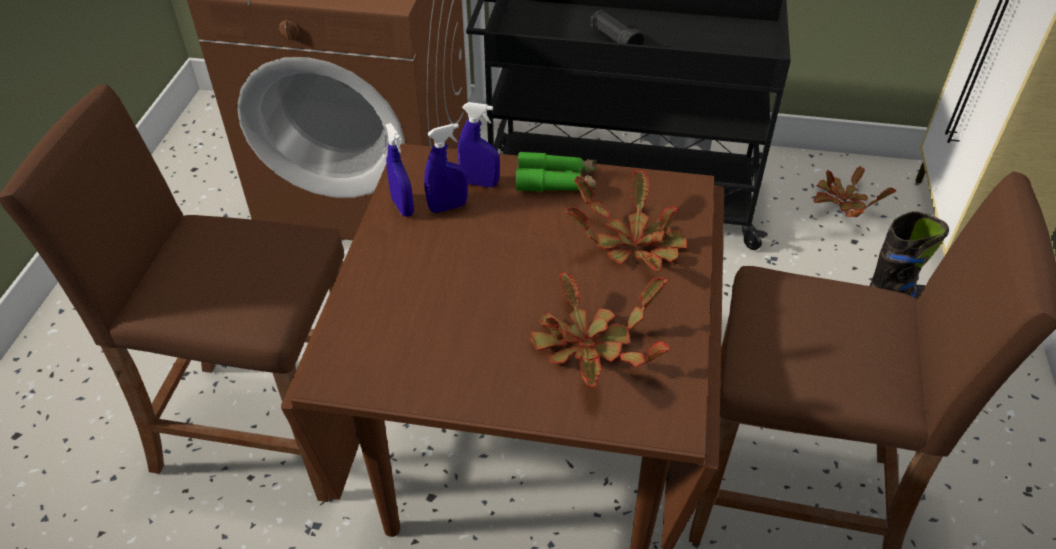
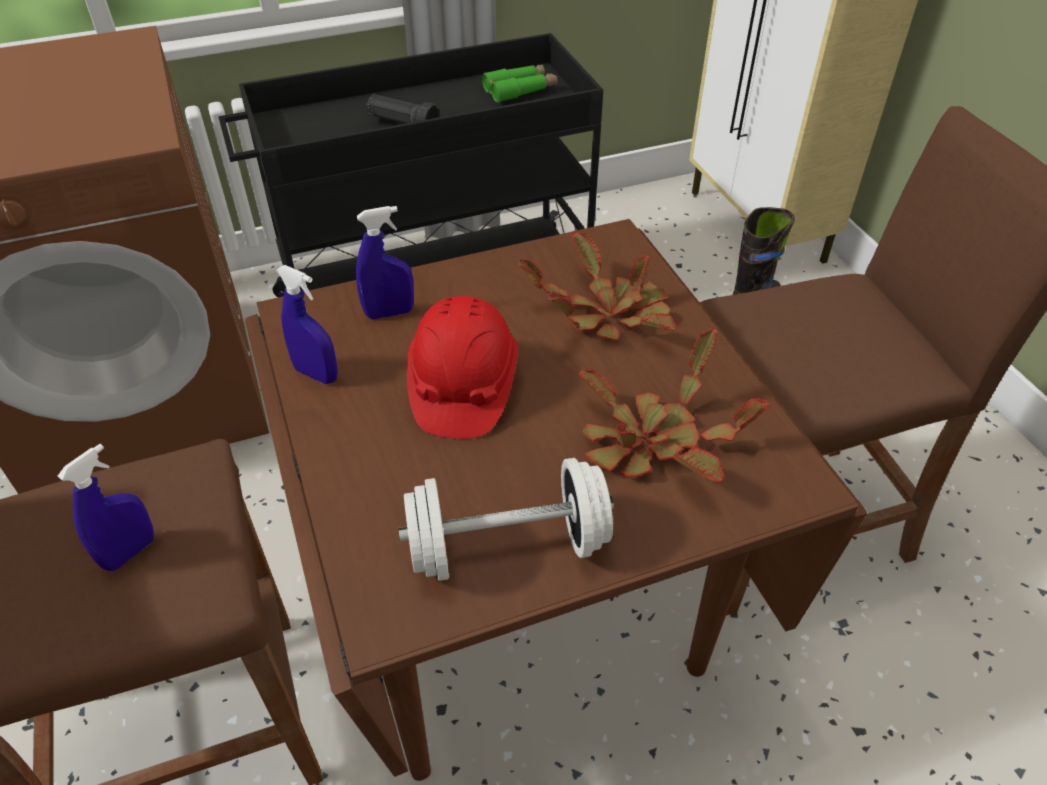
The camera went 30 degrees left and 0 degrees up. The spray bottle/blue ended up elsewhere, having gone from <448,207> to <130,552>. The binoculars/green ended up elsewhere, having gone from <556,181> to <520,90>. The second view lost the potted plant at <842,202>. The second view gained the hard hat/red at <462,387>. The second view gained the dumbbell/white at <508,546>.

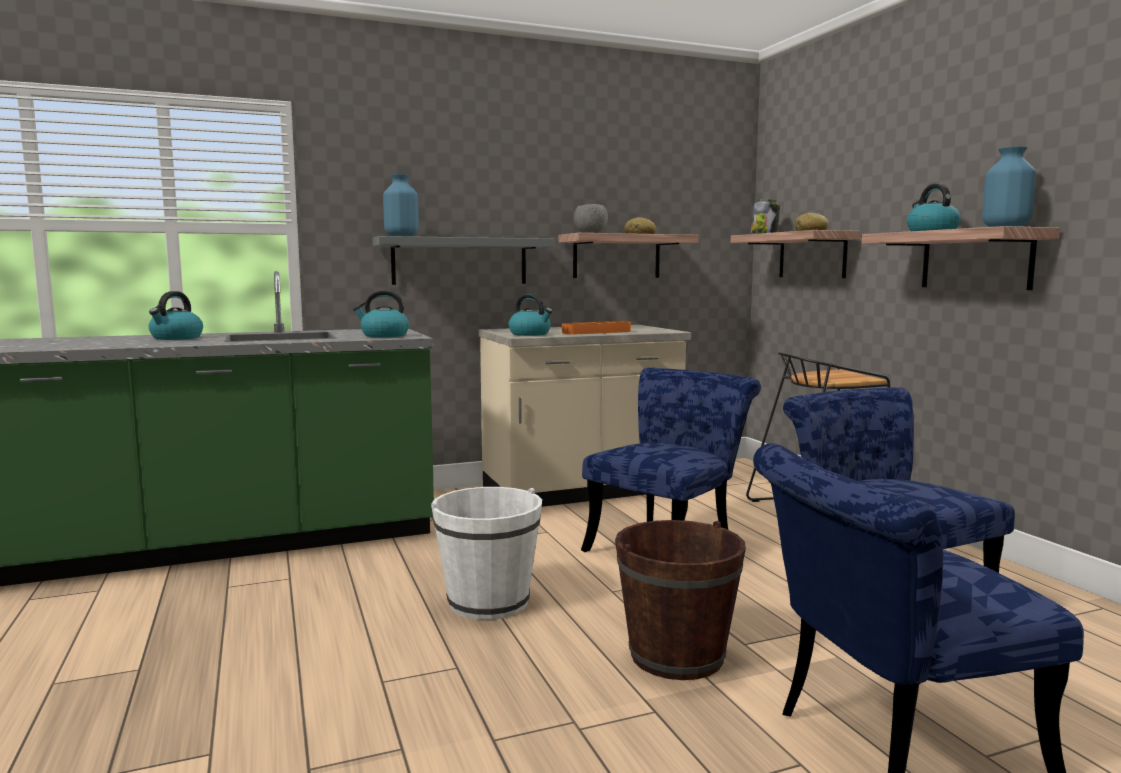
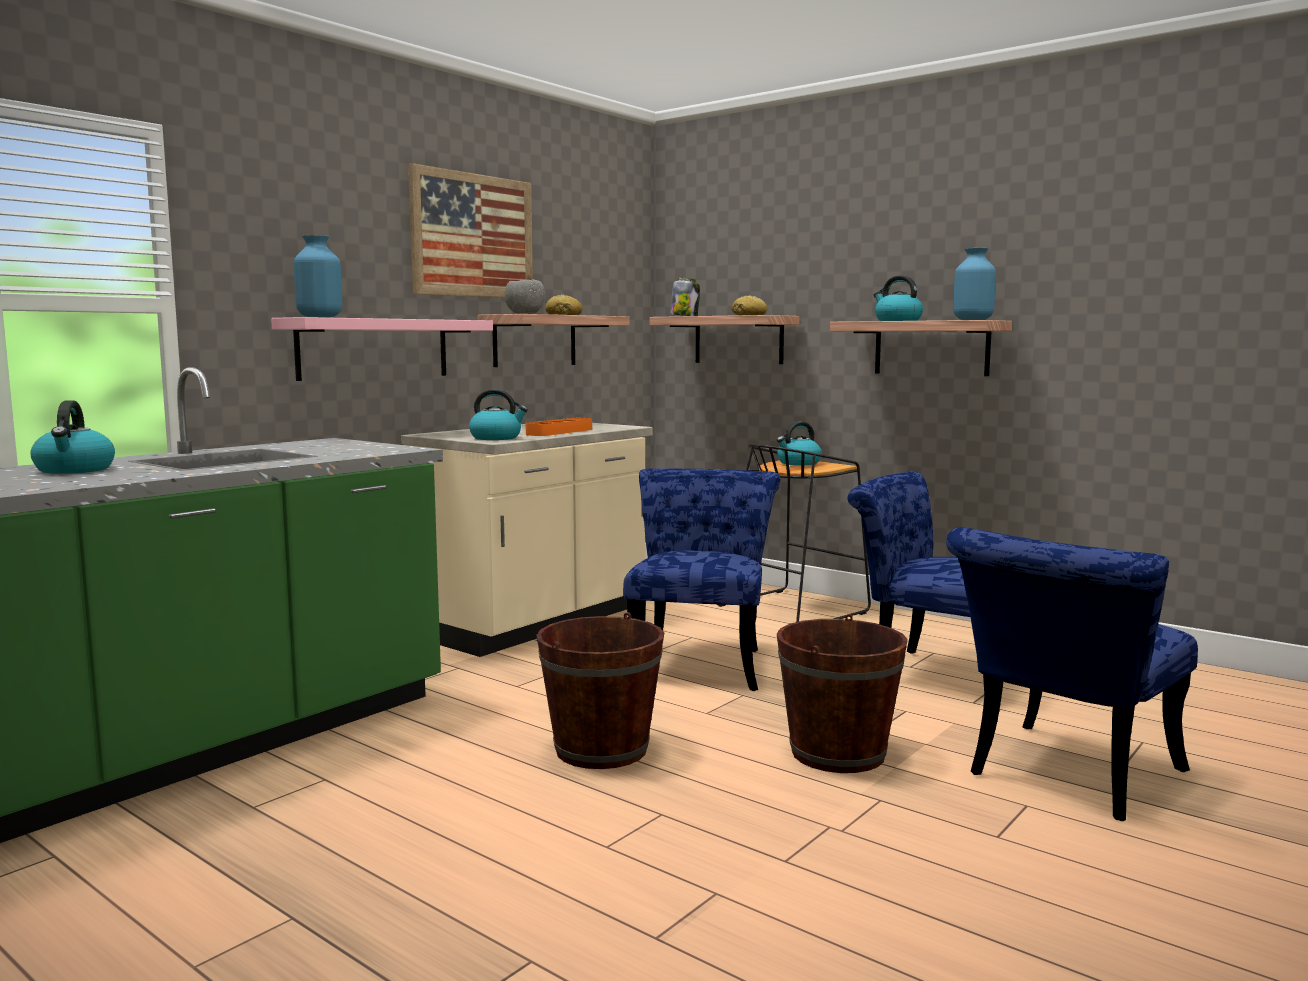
The camera went 30 degrees left and 0 degrees up. What was the shelf/grey at <460,261> turned into the shelf/pink at <374,348>. The kettle ended up elsewhere, having gone from <384,335> to <798,463>. What was the bucket/white at <488,602> turned into the bucket/brown at <601,749>. The second view gained the picture at <472,235>.

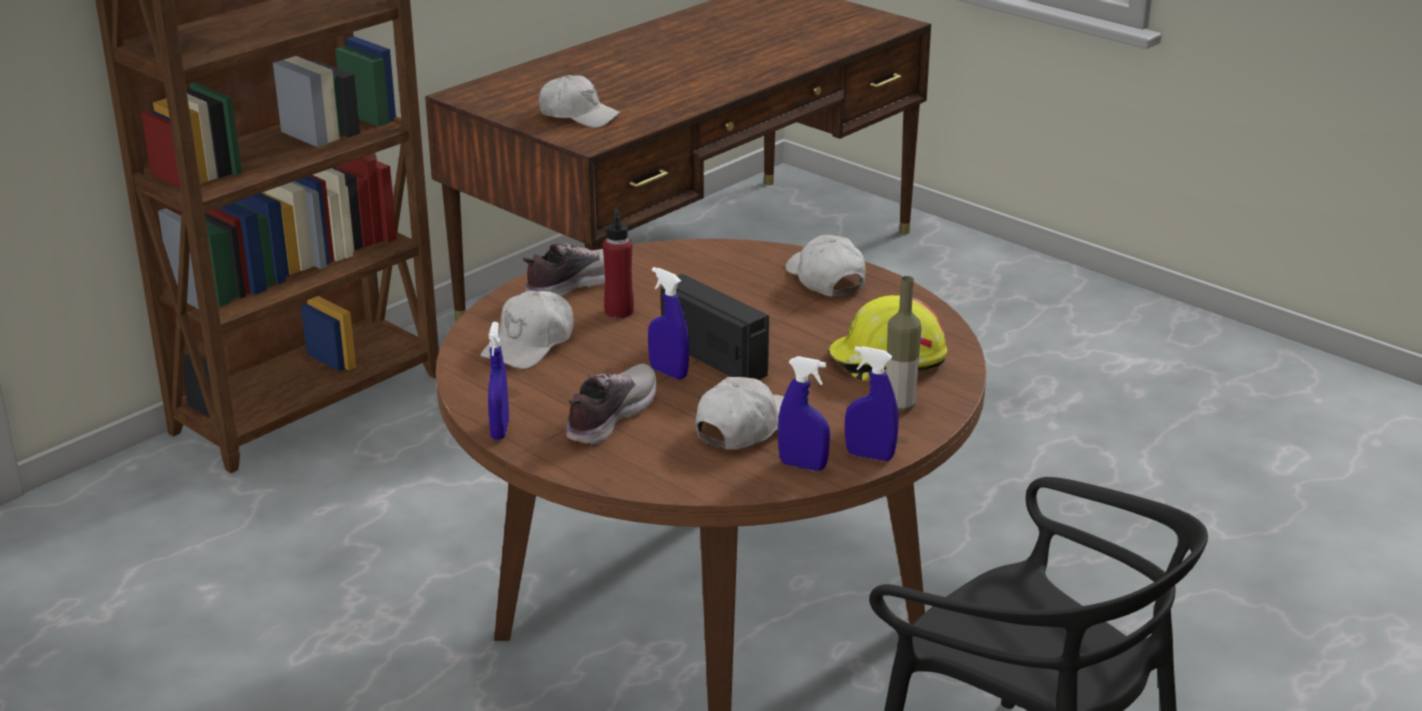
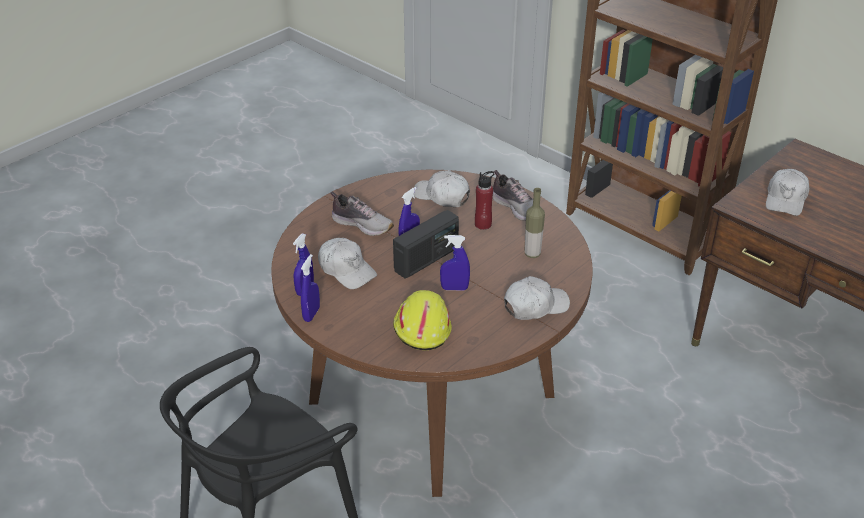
The camera went 90 degrees right and 10 degrees up. The bottle ended up elsewhere, having gone from <899,406> to <532,254>. The spray bottle/blue ended up elsewhere, having gone from <500,430> to <454,288>.

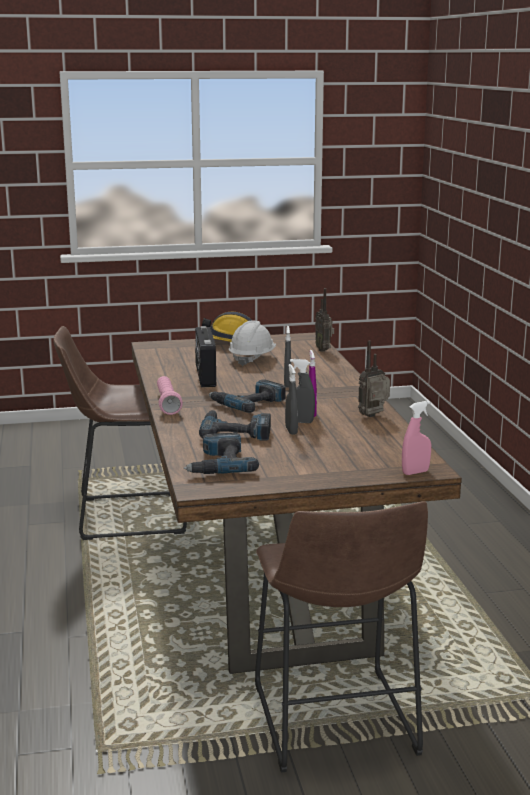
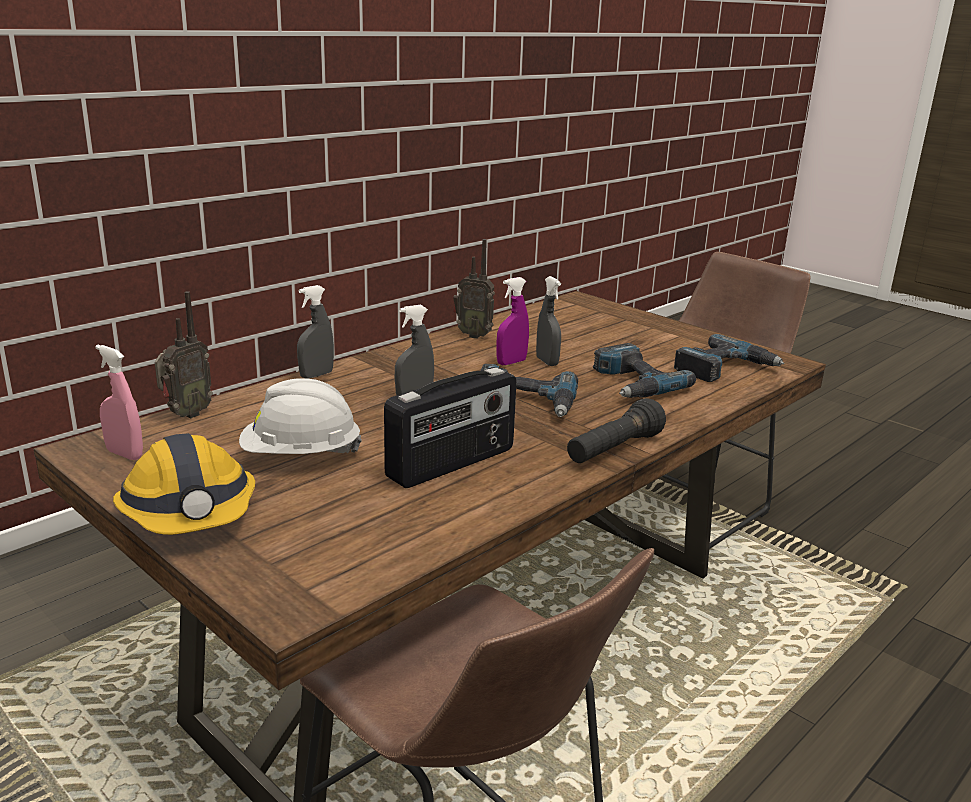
The camera went 125 degrees left and 5 degrees up. The spray bottle/grey ended up elsewhere, having gone from <291,431> to <316,375>. What was the flashlight/pink at <167,404> turned into the flashlight/black at <614,450>. The spray bottle/pink ended up elsewhere, having gone from <415,472> to <124,454>.

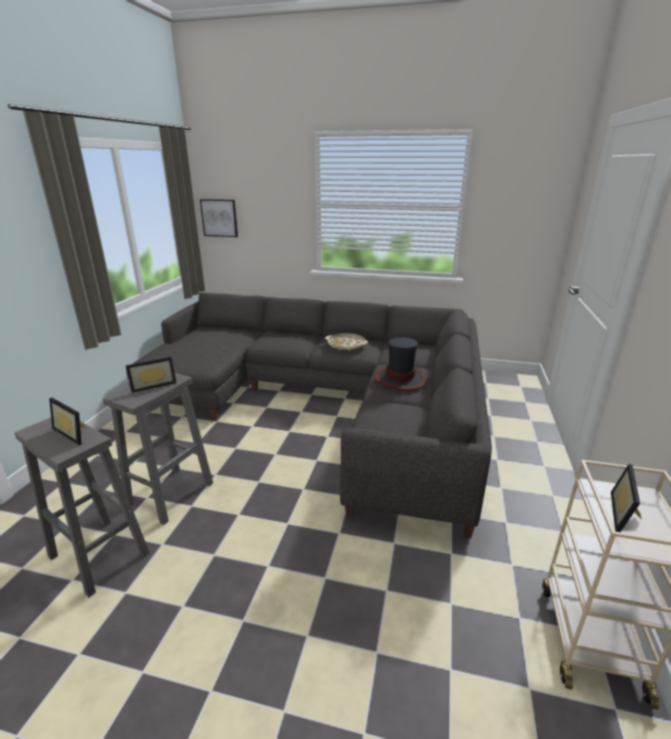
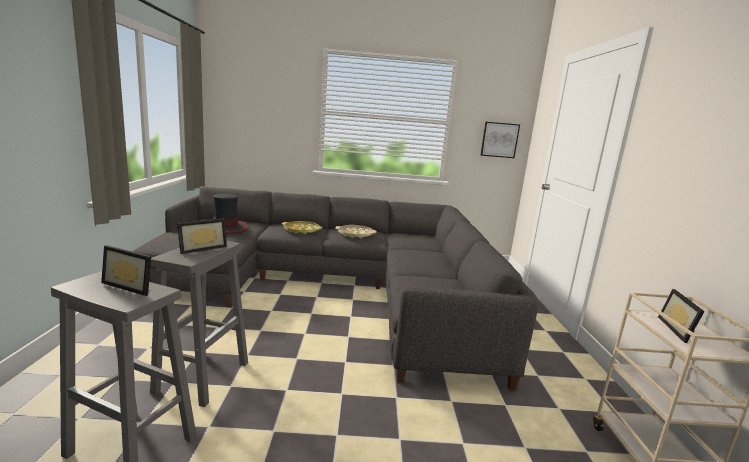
The camera went 15 degrees left and 10 degrees down. The picture ended up elsewhere, having gone from <219,218> to <499,140>. The hat ended up elsewhere, having gone from <400,379> to <226,228>. The second view gained the tray/yellow at <301,230>.

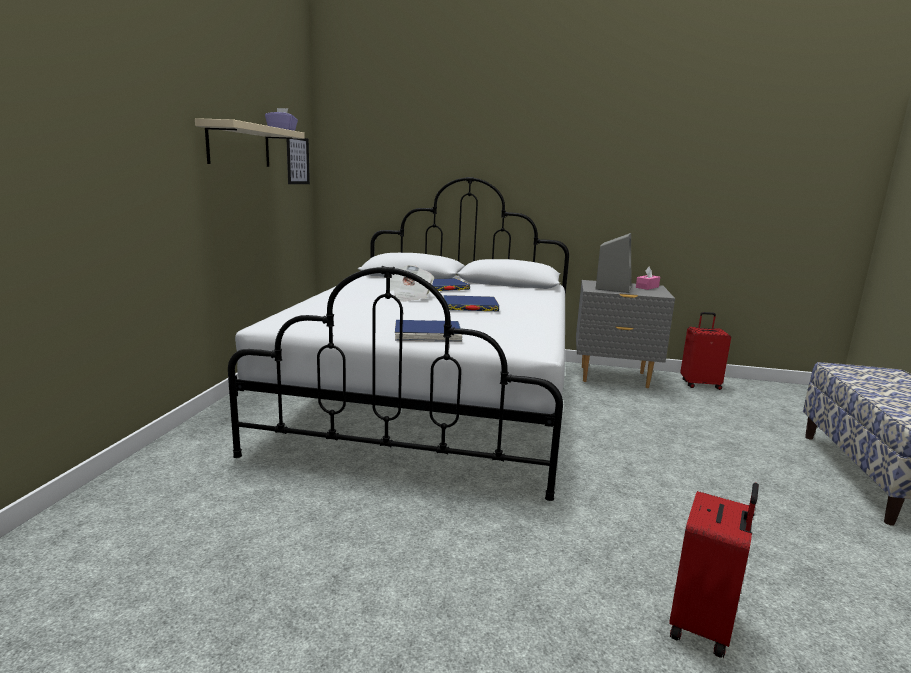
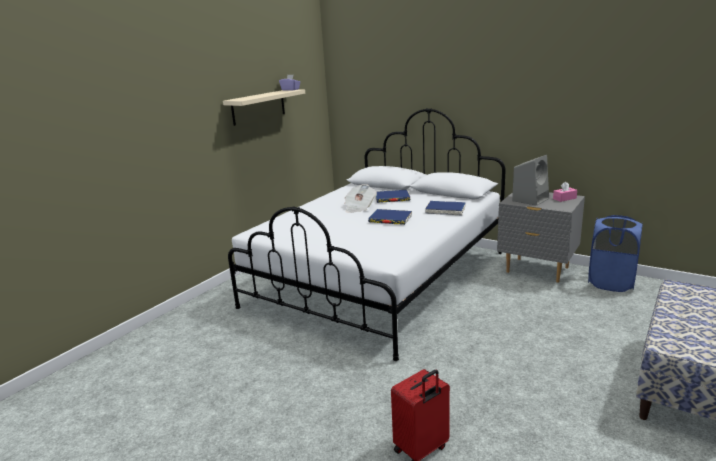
The camera went 25 degrees right and 5 degrees up. The second view lost the picture at <297,160>. Where the suitcase/red stood at <700,384>, the laundry basket/blue came to stand at <611,282>. The book/blue ended up elsewhere, having gone from <427,334> to <445,210>.

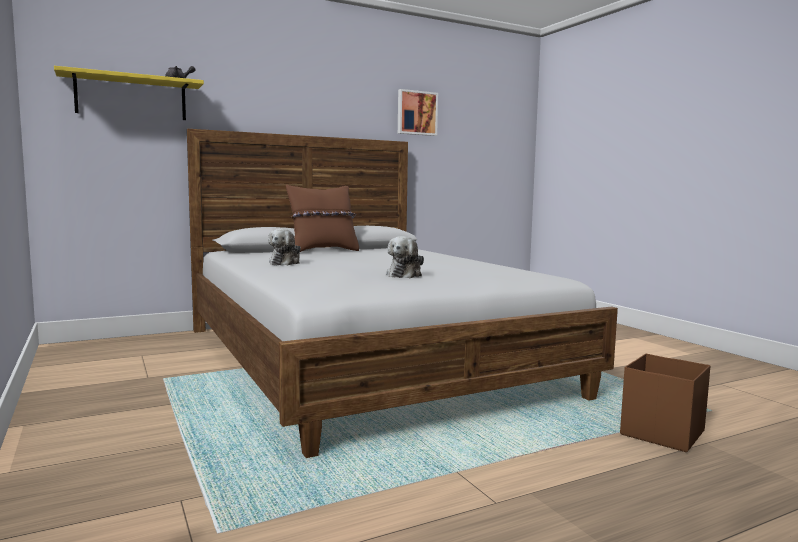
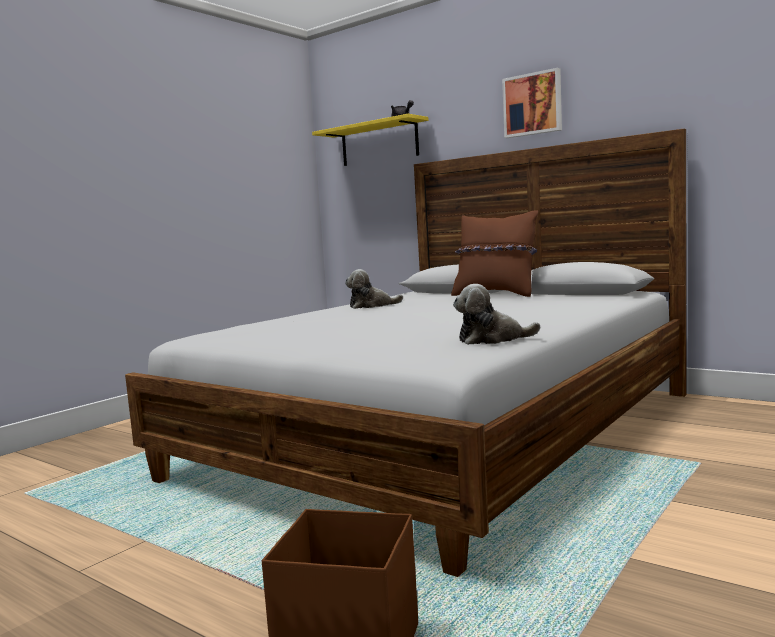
The camera went 65 degrees right and 0 degrees up. The picture ended up elsewhere, having gone from <416,113> to <533,104>. The plush toy ended up elsewhere, having gone from <405,275> to <492,339>.

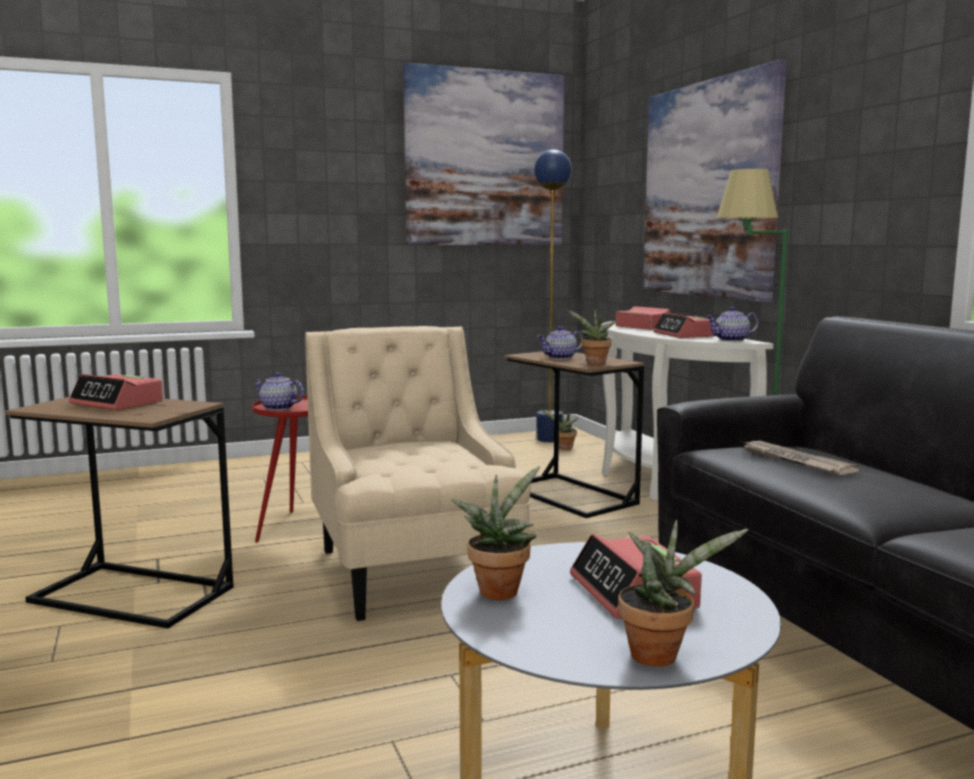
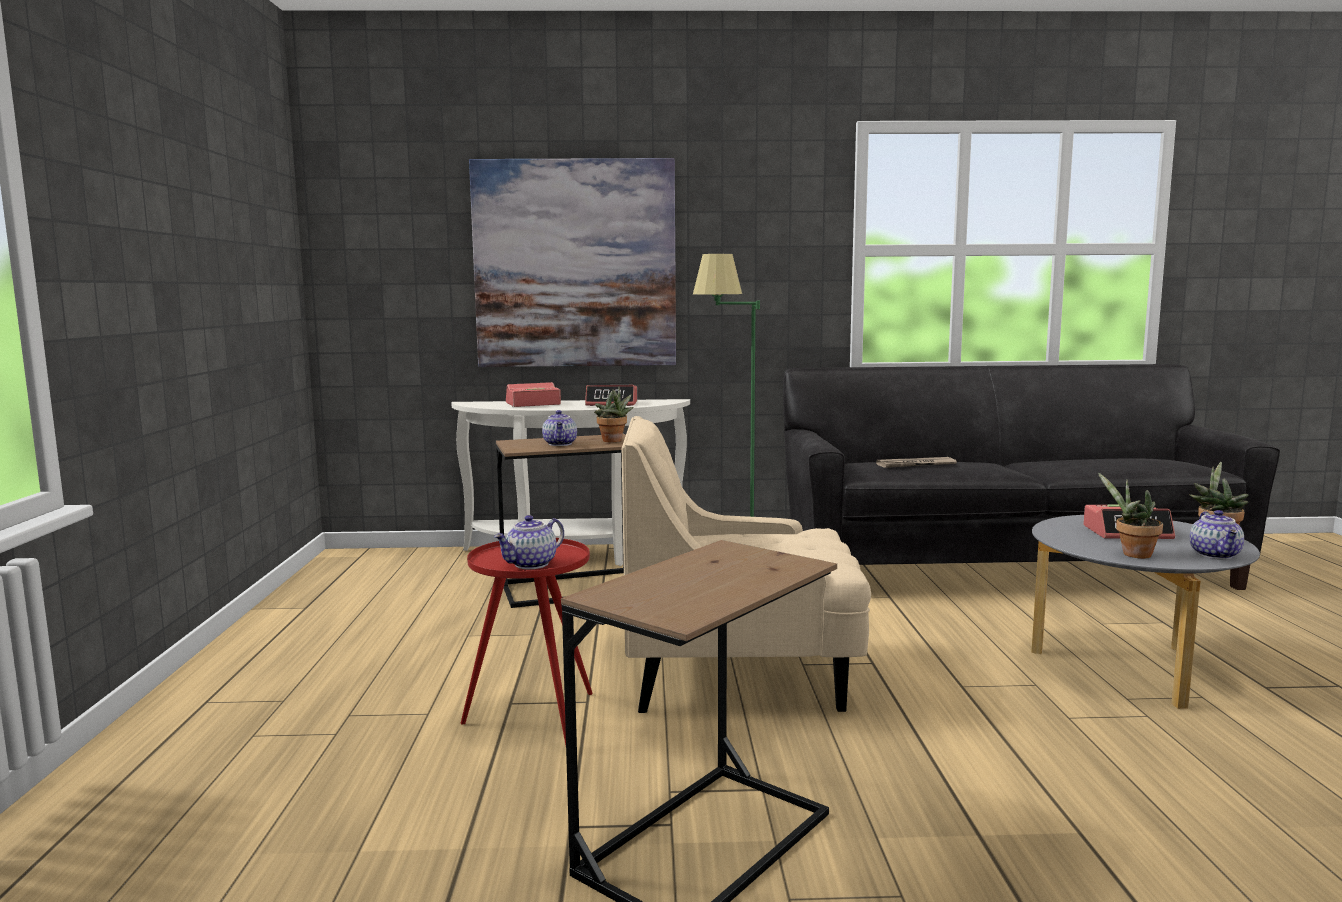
The camera went 70 degrees left and 0 degrees up. The second view lost the picture at <485,159>. The second view lost the floor lamp/blue at <549,439>. The teapot ended up elsewhere, having gone from <731,340> to <1216,555>. The second view lost the alarm clock at <117,403>. The second view lost the potted plant at <563,449>.

